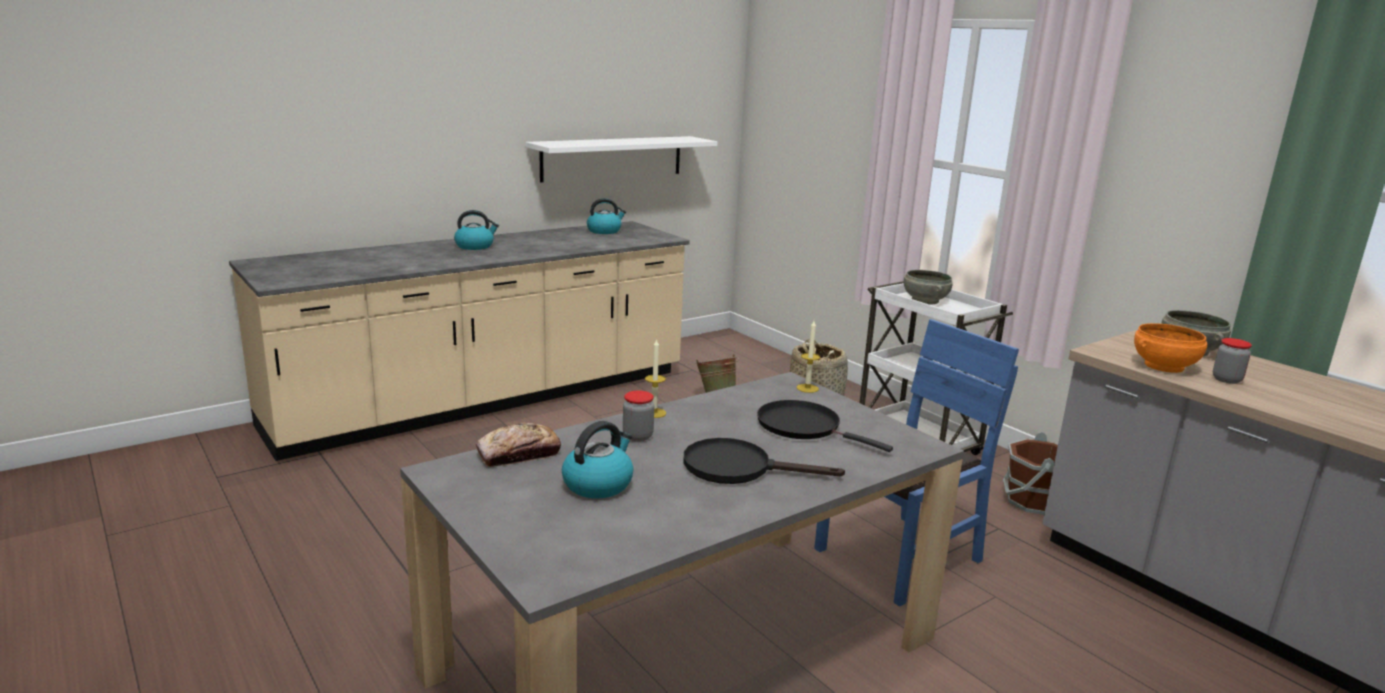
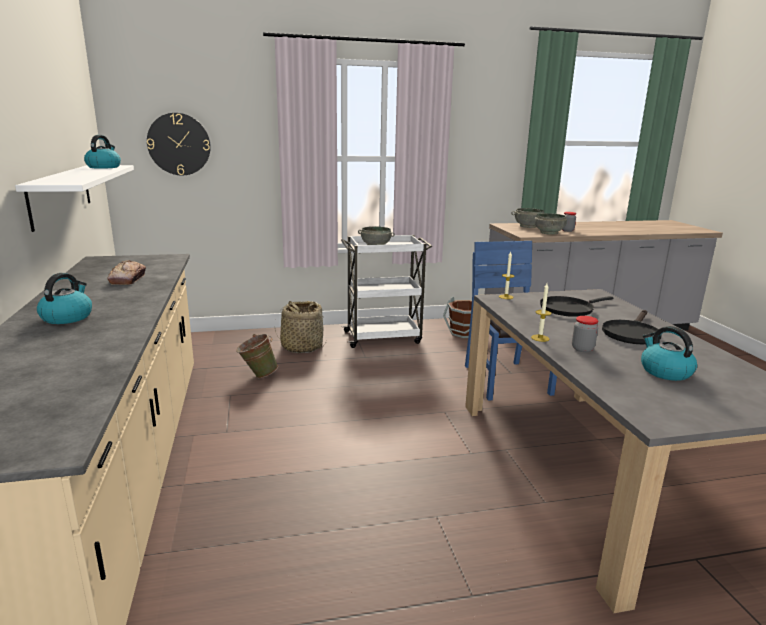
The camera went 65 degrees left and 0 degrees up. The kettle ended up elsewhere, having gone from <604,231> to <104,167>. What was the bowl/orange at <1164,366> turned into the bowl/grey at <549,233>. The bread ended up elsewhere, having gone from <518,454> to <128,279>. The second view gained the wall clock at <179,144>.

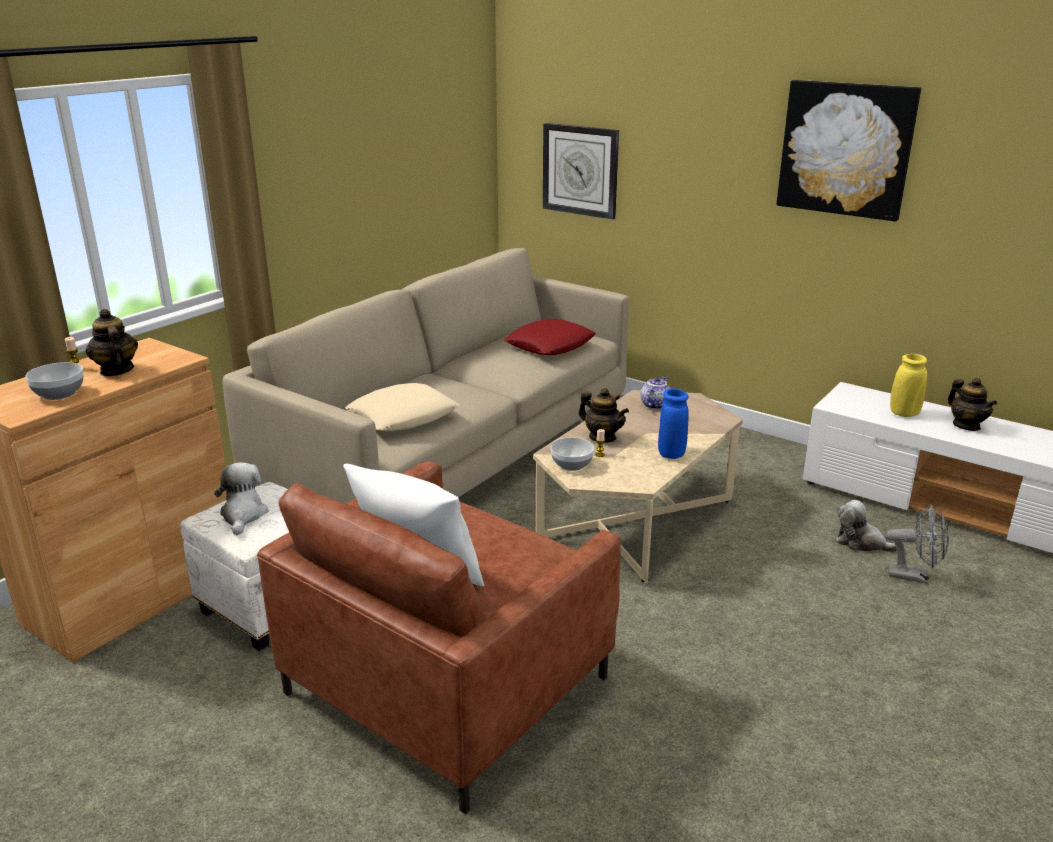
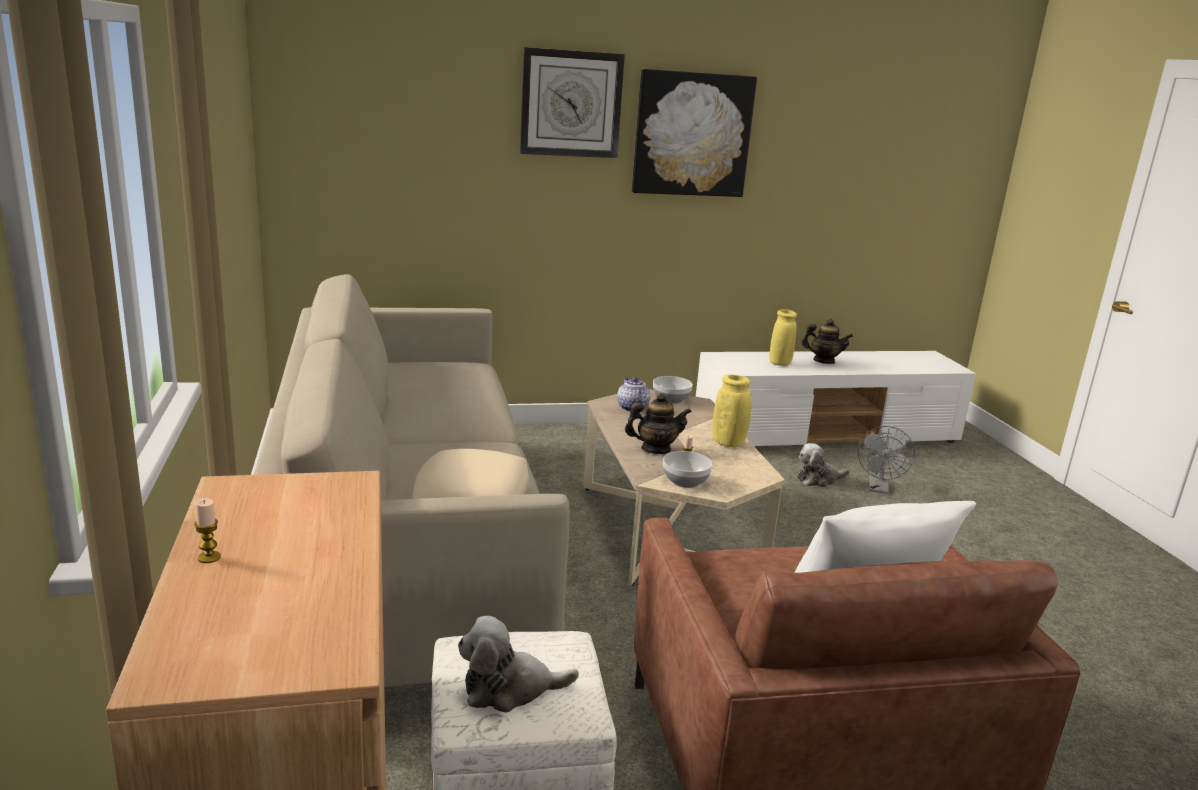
The camera went 50 degrees left and 5 degrees down. The wall clock ended up elsewhere, having gone from <580,170> to <571,104>. The second view lost the teapot at <116,370>. The second view lost the pillow/red at <550,345>. The bowl ended up elsewhere, having gone from <59,393> to <670,399>. What was the vase/blue at <671,454> turned into the vase/yellow at <728,443>. The plush toy at <243,515> ended up facing another way, 45 degrees counterclockwise from before. The fan/grey at <914,576> ended up facing another way, 135 degrees clockwise from before.

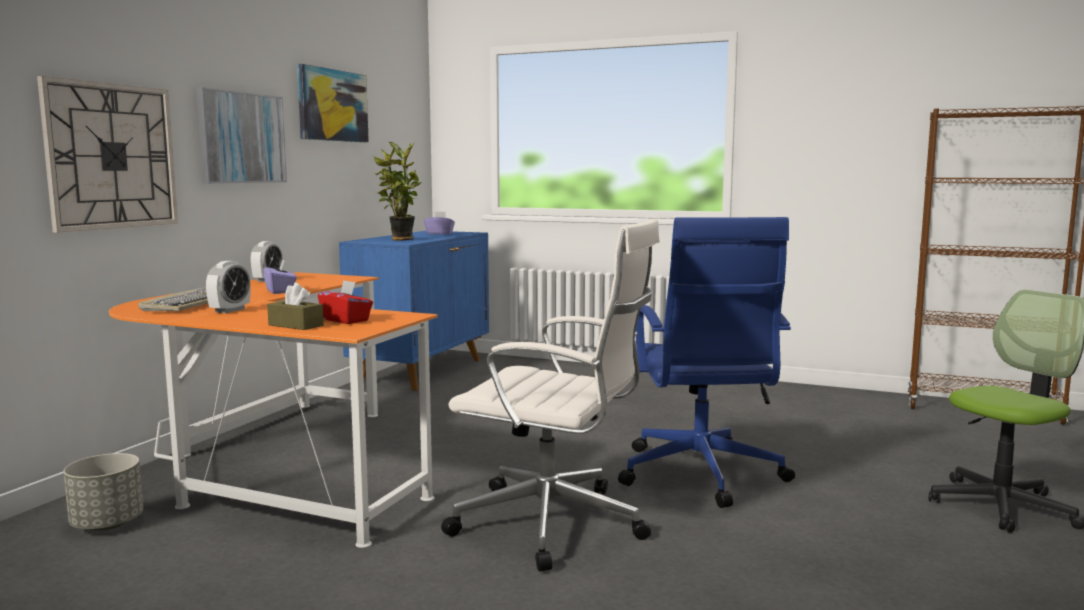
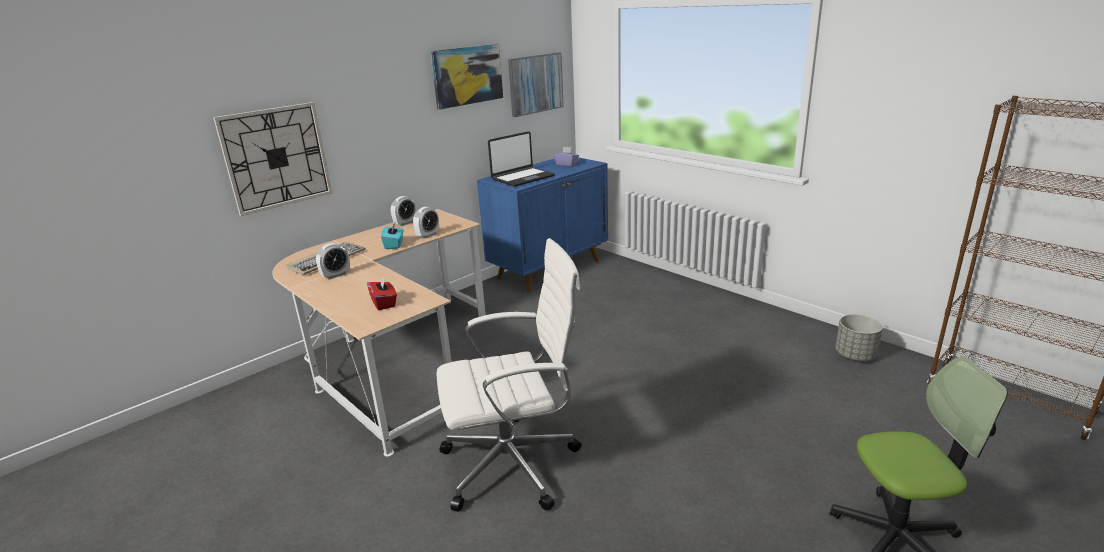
The camera went 25 degrees right and 15 degrees up. The picture ended up elsewhere, having gone from <241,138> to <535,84>. Where the potted plant stood at <400,239>, the laptop came to stand at <522,178>. The second view lost the office chair/blue at <700,475>. The office chair/white at <554,524> ended up facing another way, 60 degrees counterclockwise from before. What was the tissue box/purple at <280,291> turned into the tissue box/turquoise at <394,245>. What was the desk/orange at <279,466> turned into the desk/beige at <393,362>. The second view lost the tissue box/brown at <296,325>. The planter/grey ended up elsewhere, having gone from <107,524> to <854,355>. The second view gained the alarm clock at <428,235>.

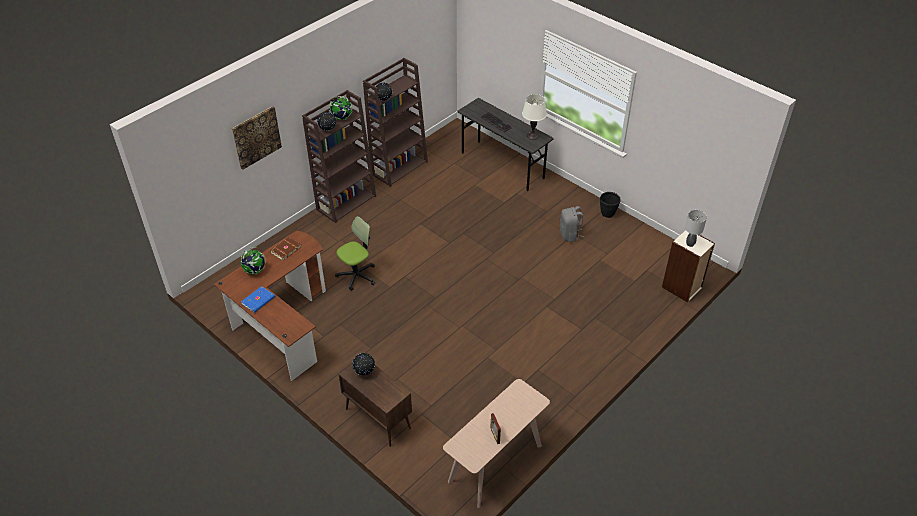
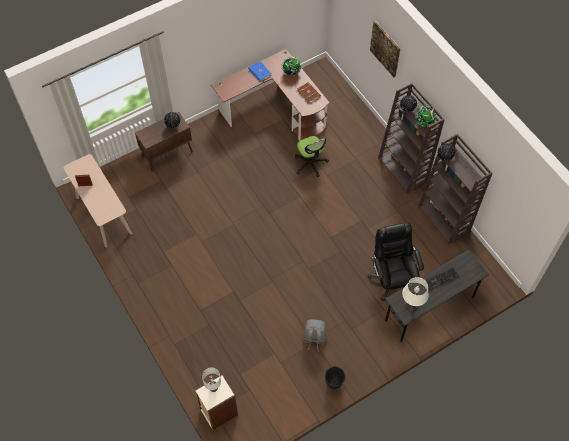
The camera went 105 degrees right and 15 degrees up. The second view gained the office chair/black at <392,279>.

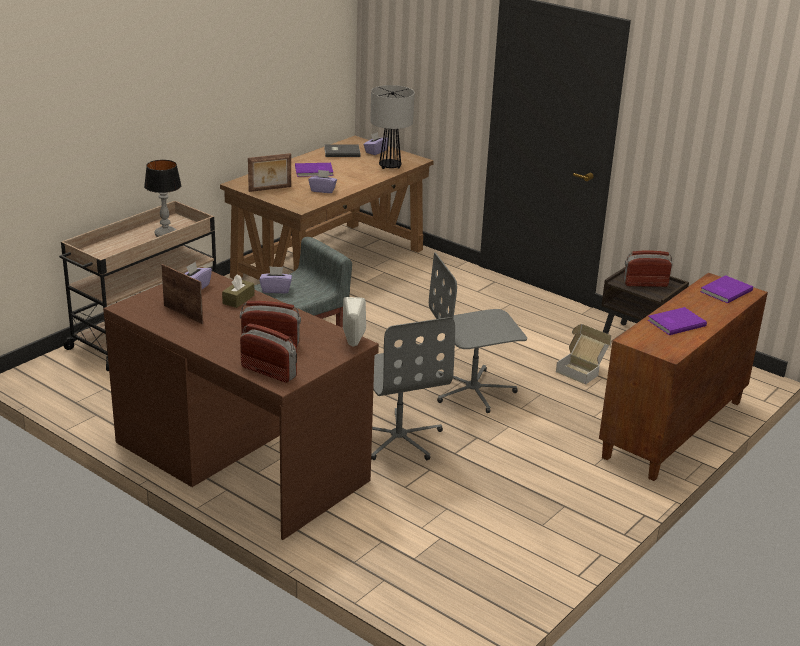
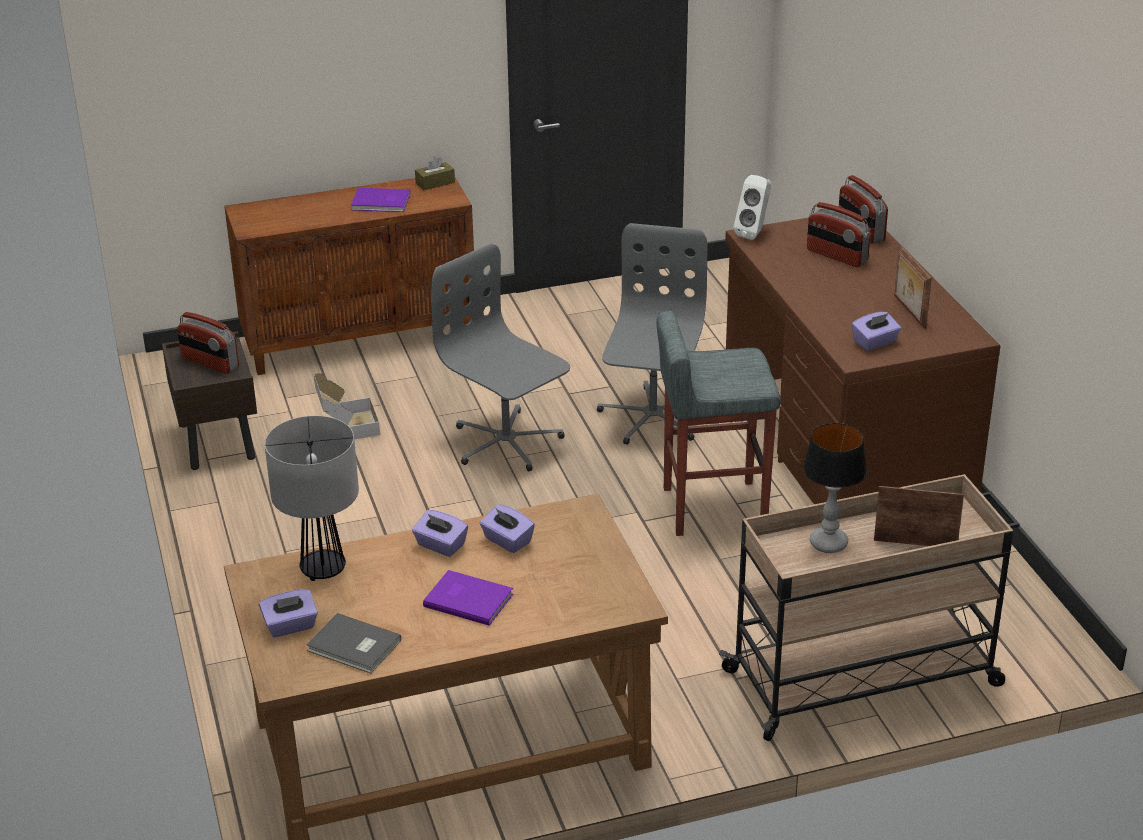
The camera went 145 degrees left and 5 degrees up. The picture frame ended up elsewhere, having gone from <270,189> to <915,543>. The office chair/grey at <473,391> ended up facing another way, 150 degrees counterclockwise from before. The tissue box/purple ended up elsewhere, having gone from <276,290> to <440,545>. The tissue box/brown ended up elsewhere, having gone from <238,299> to <435,183>. The second view lost the book/purple at <724,291>.

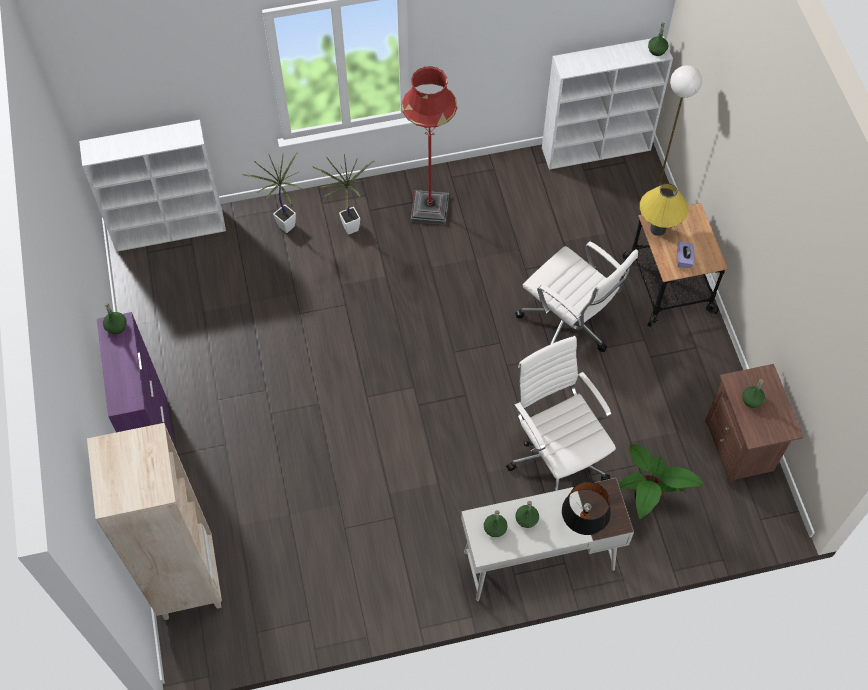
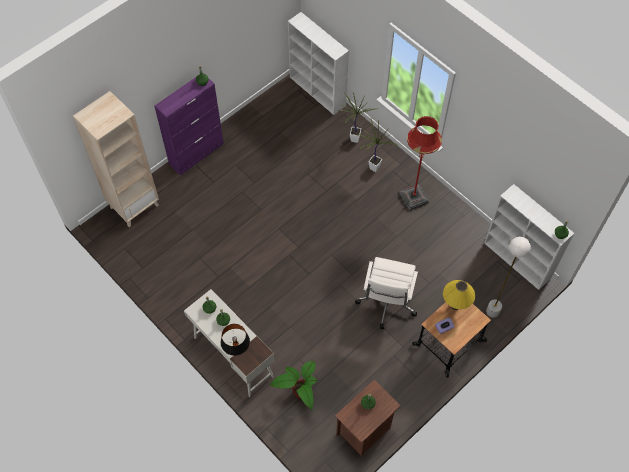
The camera went 60 degrees right and 0 degrees up. The second view lost the office chair/white at <557,456>.

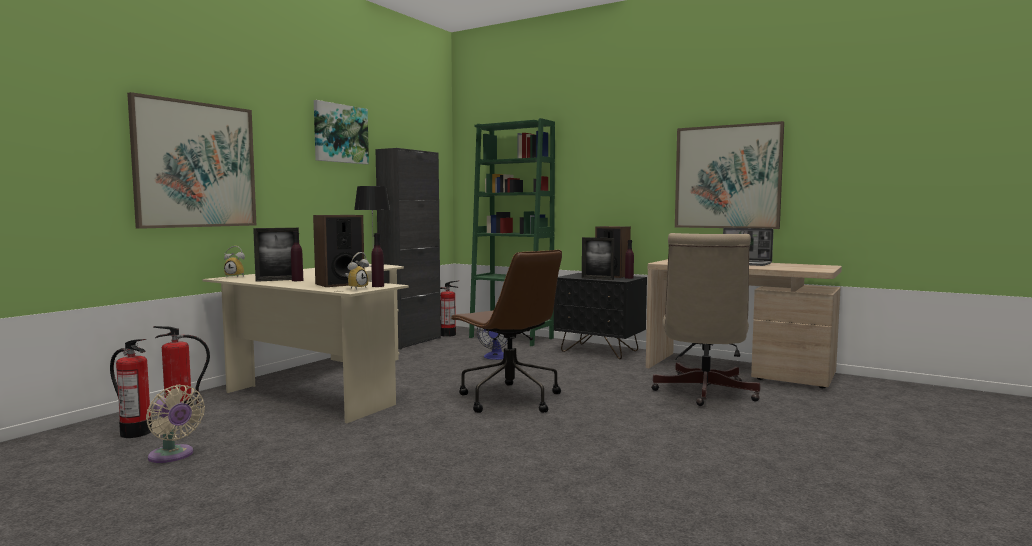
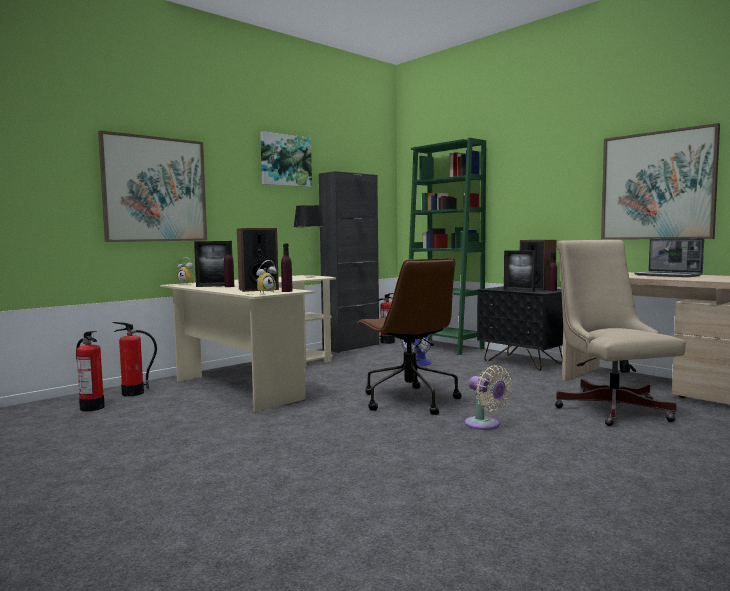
The camera went 15 degrees right and 0 degrees up. The office chair/beige at <703,393> ended up facing another way, 135 degrees clockwise from before. The fan/beige ended up elsewhere, having gone from <173,456> to <485,425>.

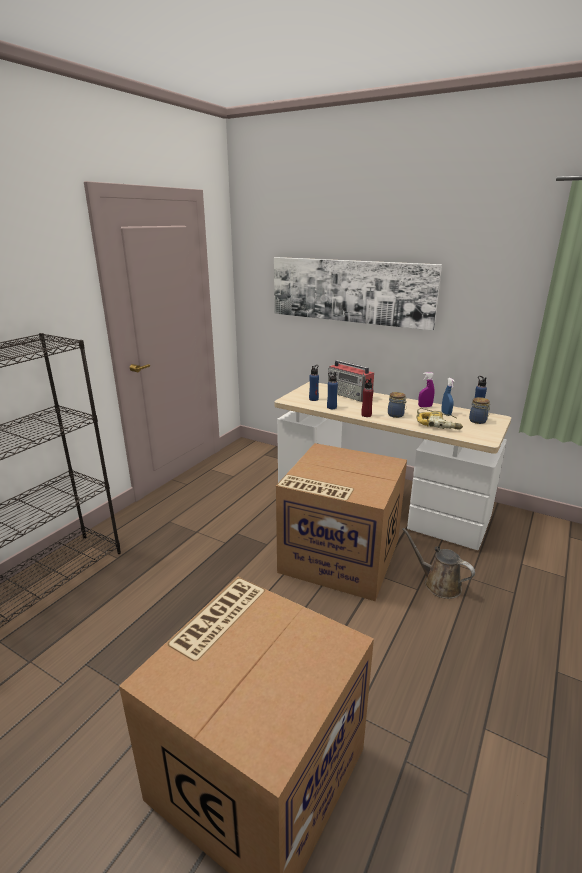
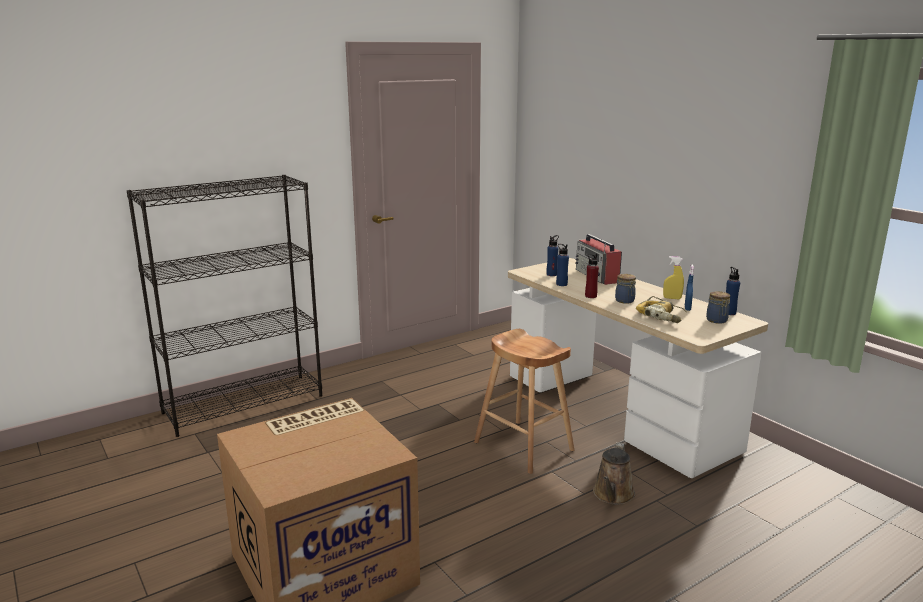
The camera went 25 degrees right and 5 degrees down. The second view lost the picture at <350,291>. What was the spray bottle/purple at <425,406> turned into the spray bottle/yellow at <672,298>. Where the cardboard box stood at <338,556>, the stool/brown came to stand at <524,446>. The watering can/brown at <438,584> ended up facing another way, 135 degrees counterclockwise from before.

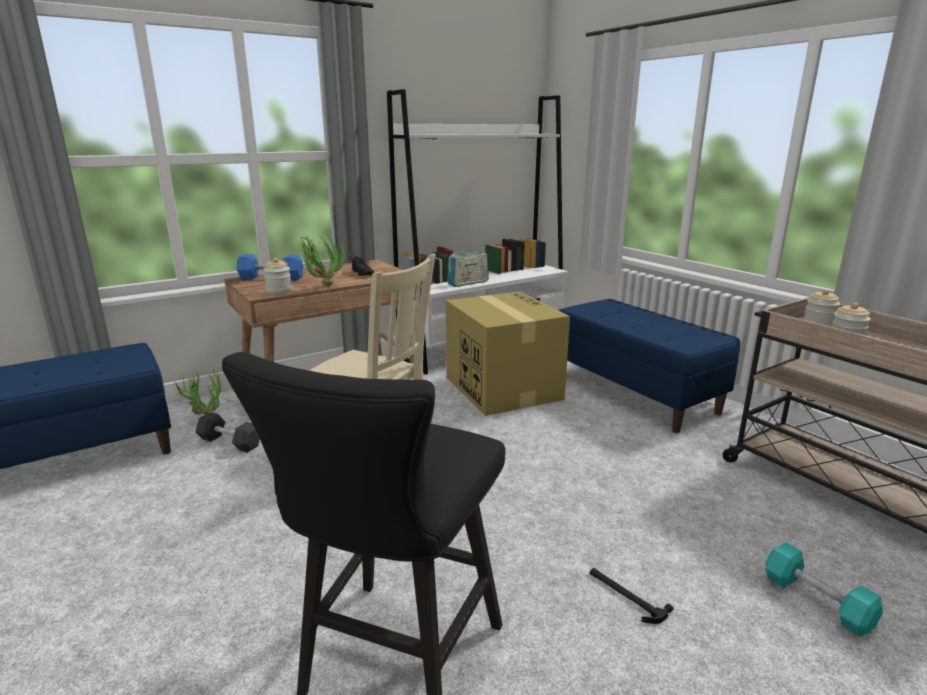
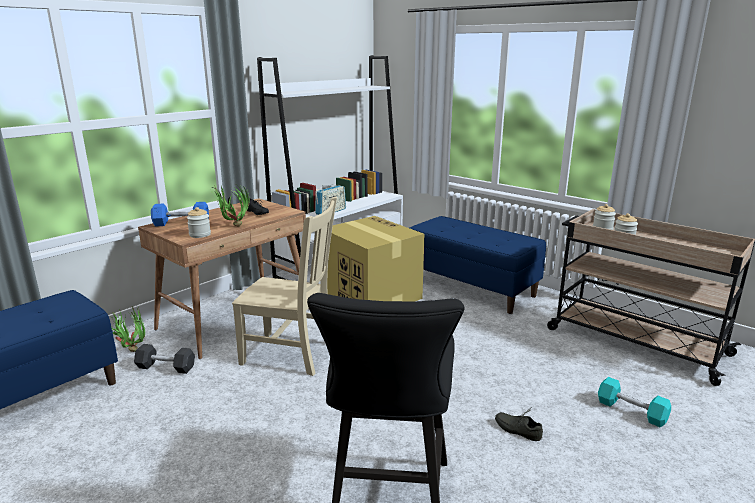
The camera went 15 degrees left and 0 degrees up. Where the hammer stood at <625,596>, the shoe/grey came to stand at <518,429>.

